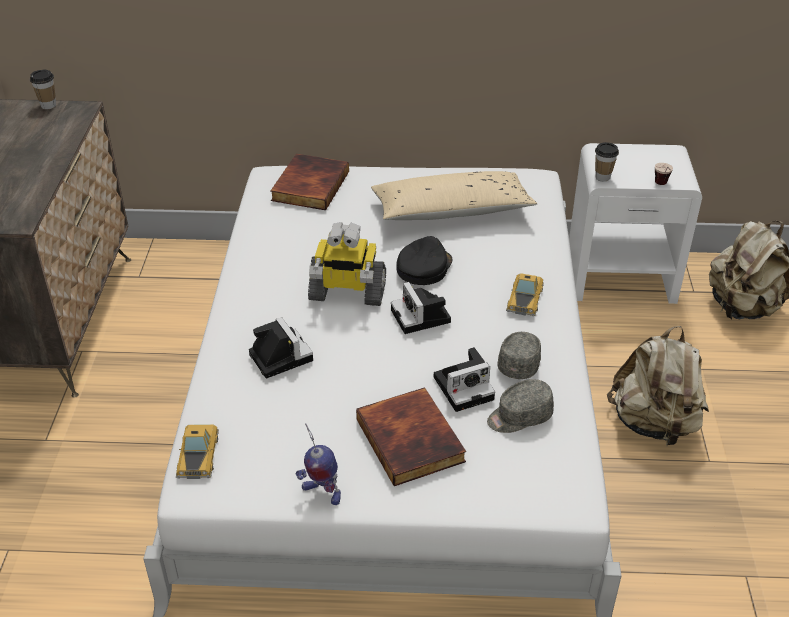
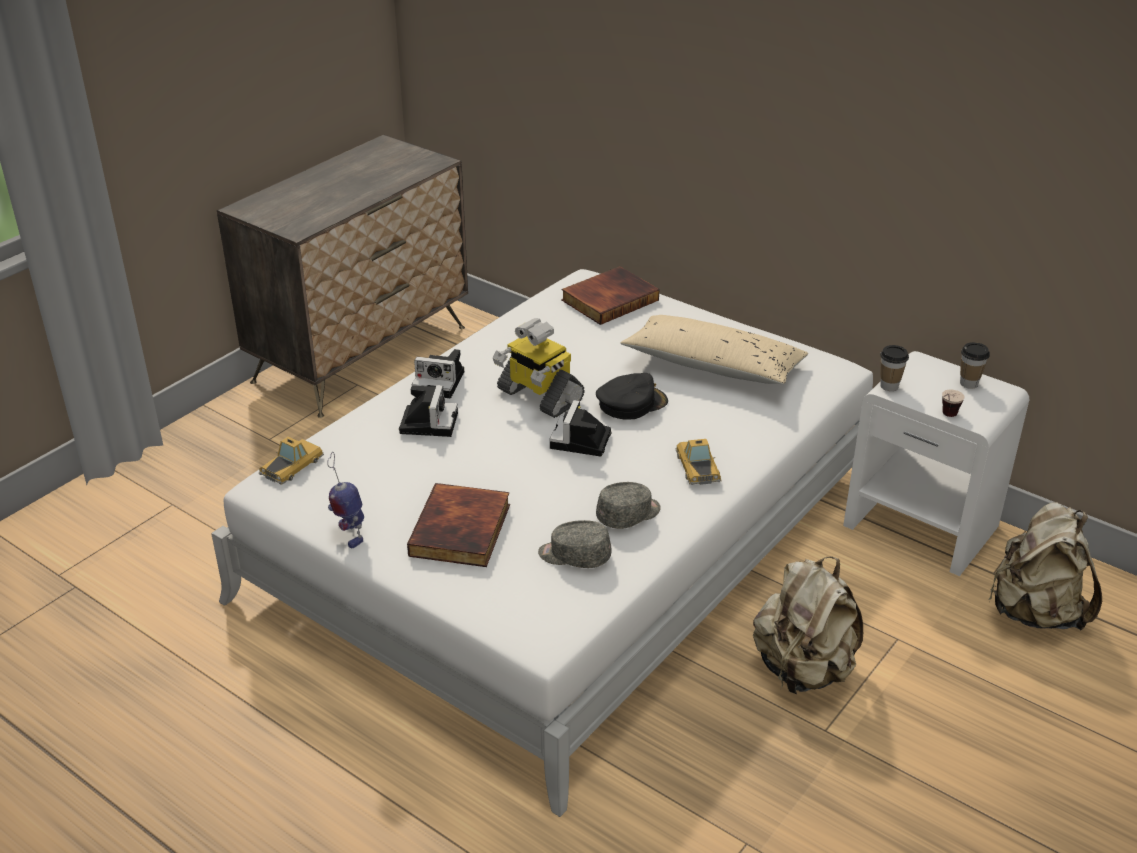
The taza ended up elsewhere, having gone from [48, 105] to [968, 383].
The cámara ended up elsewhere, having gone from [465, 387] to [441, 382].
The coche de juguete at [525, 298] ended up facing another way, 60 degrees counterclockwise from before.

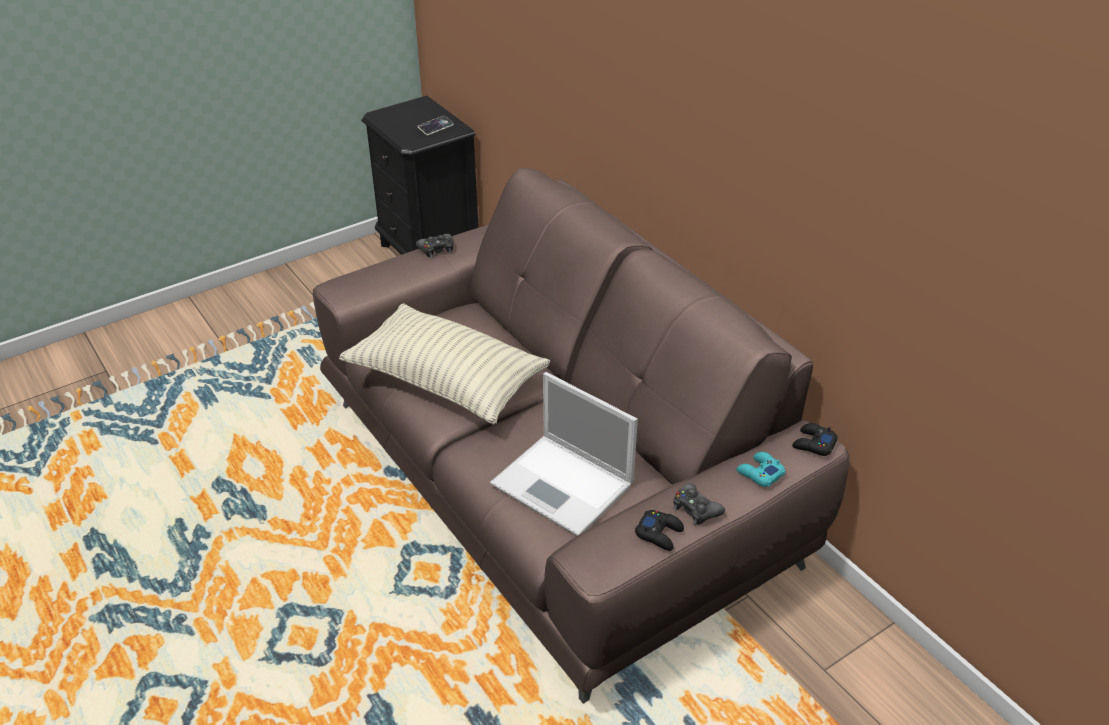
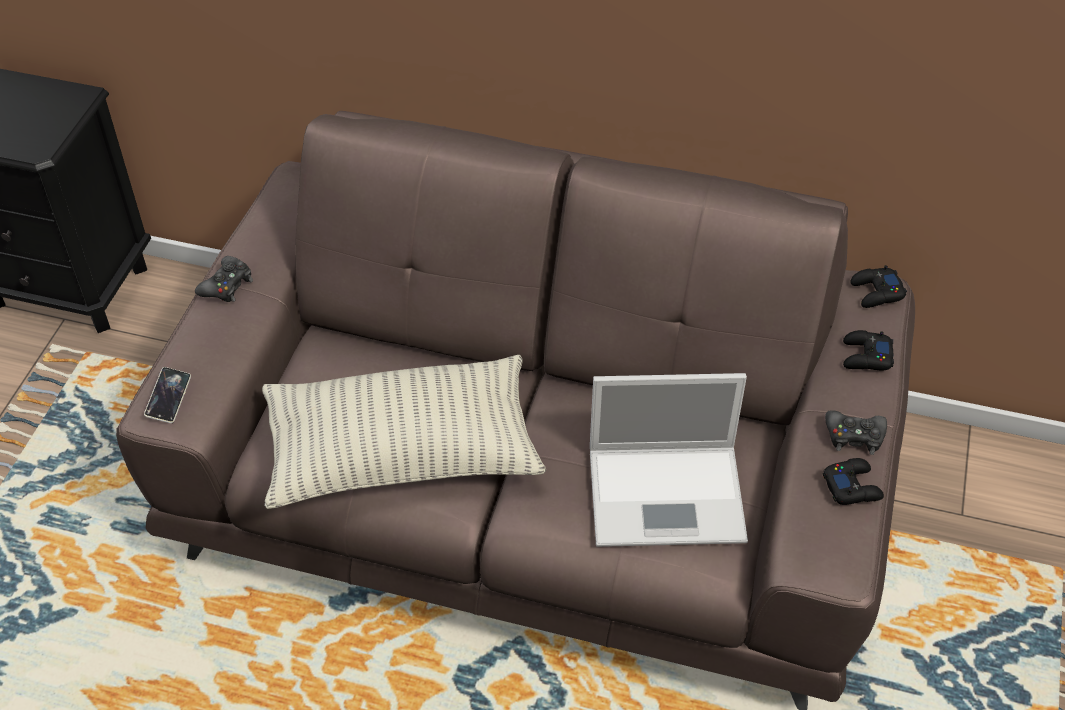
The móvil ended up elsewhere, having gone from [435, 127] to [168, 398].
What was the mando de consola (turquesa) at [760, 473] turned into the mando de consola (negro) at [866, 356].

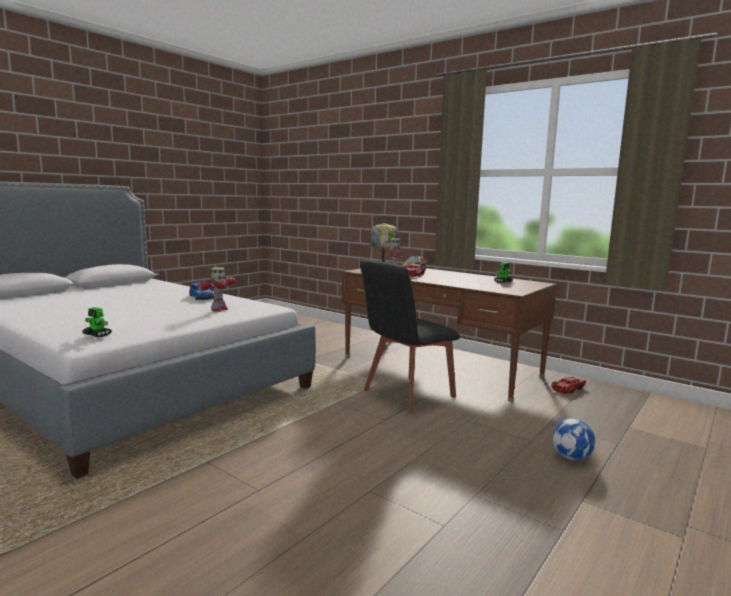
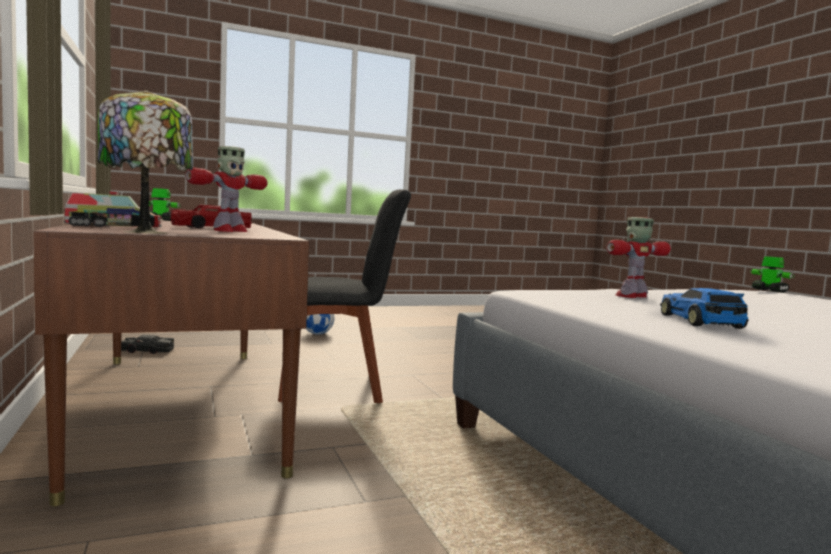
What was the coche de juguete (rojo) at [569, 389] turned into the coche de juguete (negro) at [146, 351].

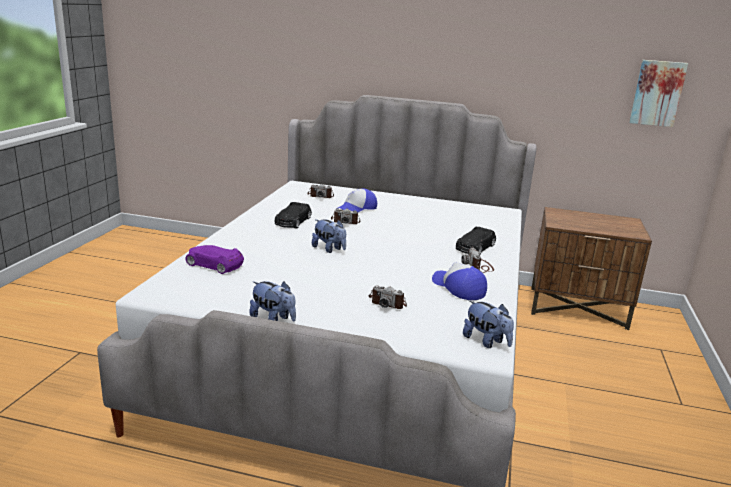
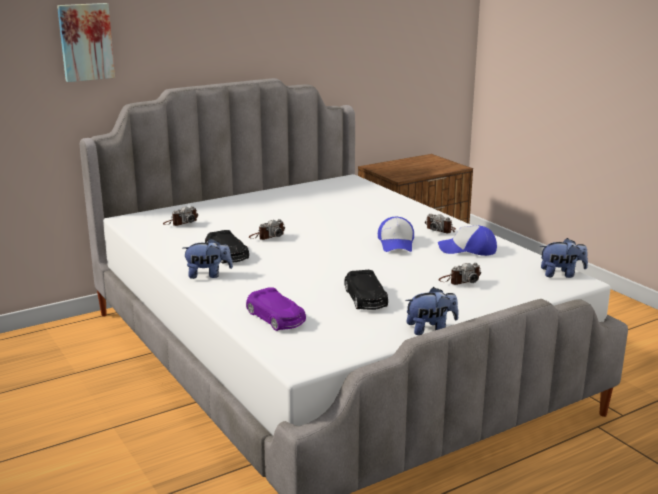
The coche de juguete (morado) at [214, 265] ended up facing another way, 105 degrees counterclockwise from before.
The peluche ended up elsewhere, having gone from [329, 249] to [208, 275].
The gorra ended up elsewhere, having gone from [357, 208] to [396, 243].
The coche de juguete (negro) ended up elsewhere, having gone from [475, 248] to [365, 298].
The cuadro ended up elsewhere, having gone from [657, 93] to [85, 42].

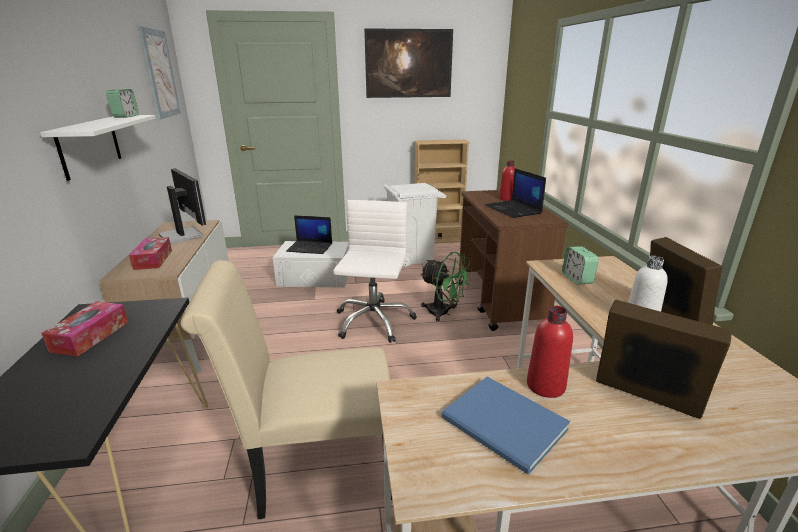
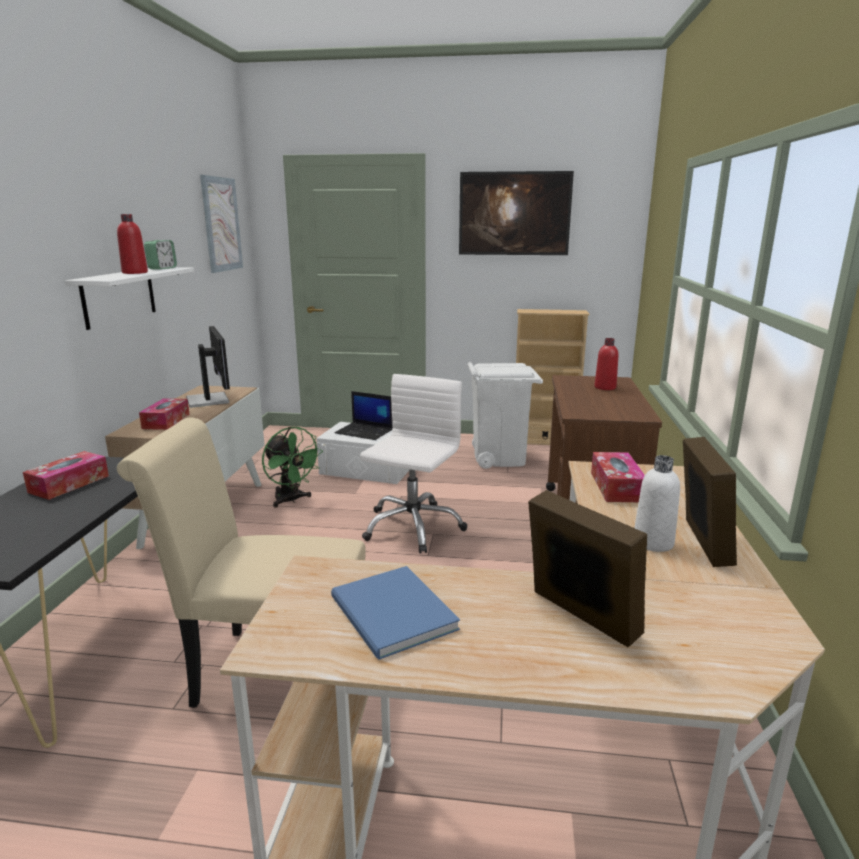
The ventilador (verde) ended up elsewhere, having gone from [443, 313] to [291, 500].
The second view lost the portátil at [513, 209].
The botella (rojo) ended up elsewhere, having gone from [545, 386] to [135, 273].
Where the despertador stood at [577, 279], the caja de pañuelos came to stand at [616, 487].

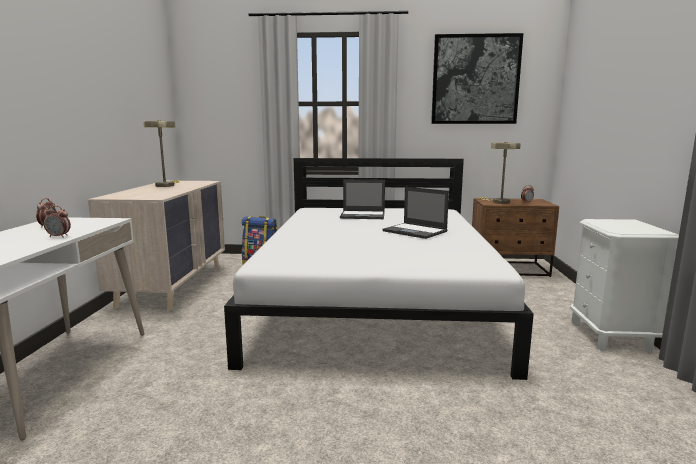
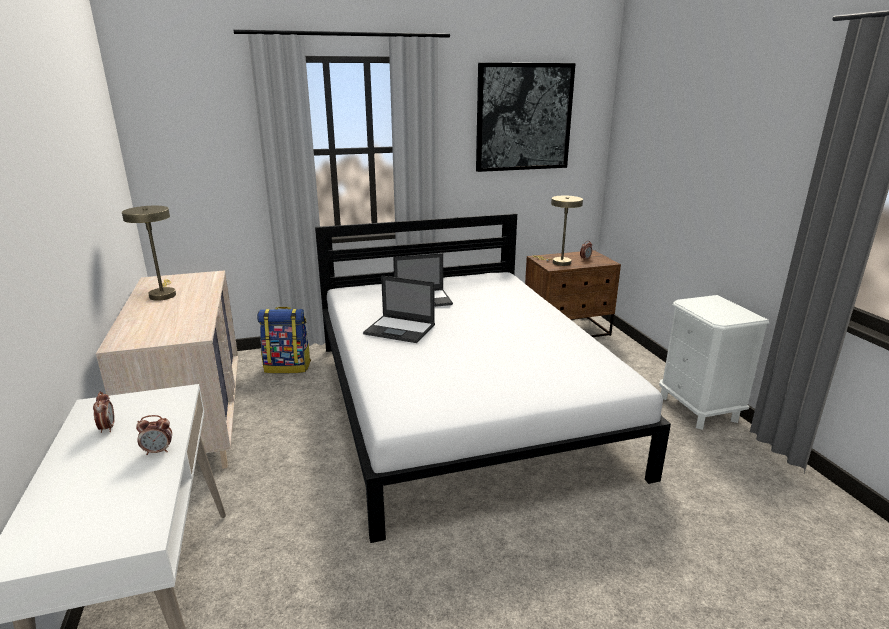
The portátil ended up elsewhere, having gone from [415, 231] to [400, 329].

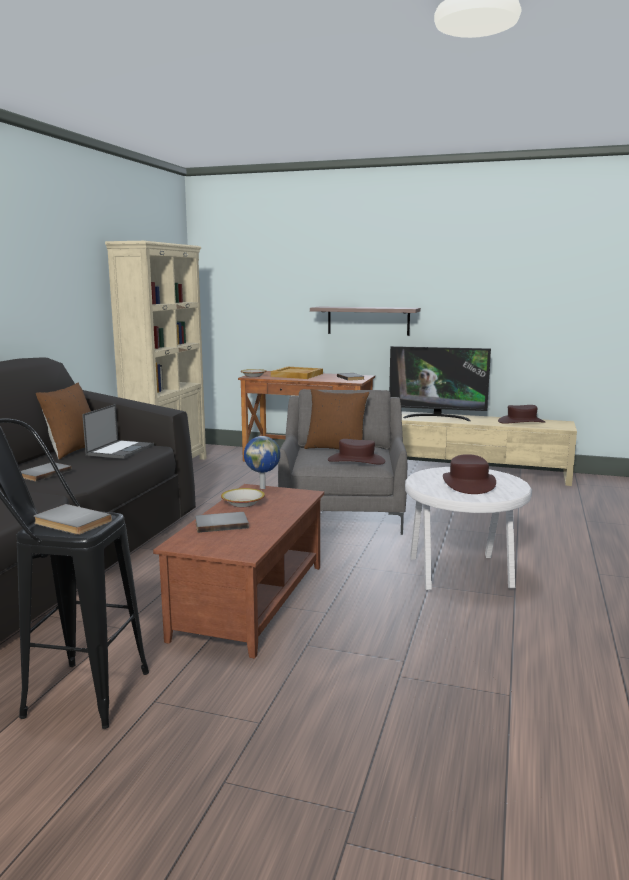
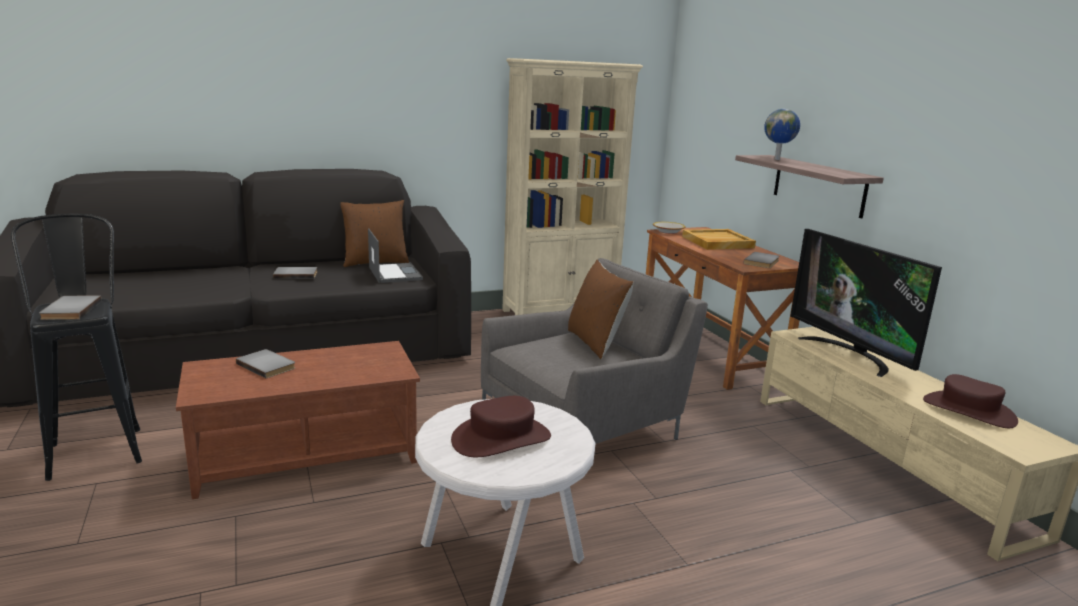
The portátil at [120, 450] ended up facing another way, 90 degrees counterclockwise from before.
The second view lost the cuenco at [243, 503].
The globo terráqueo ended up elsewhere, having gone from [263, 487] to [777, 159].
The second view lost the sombrero (marrón) at [356, 460].

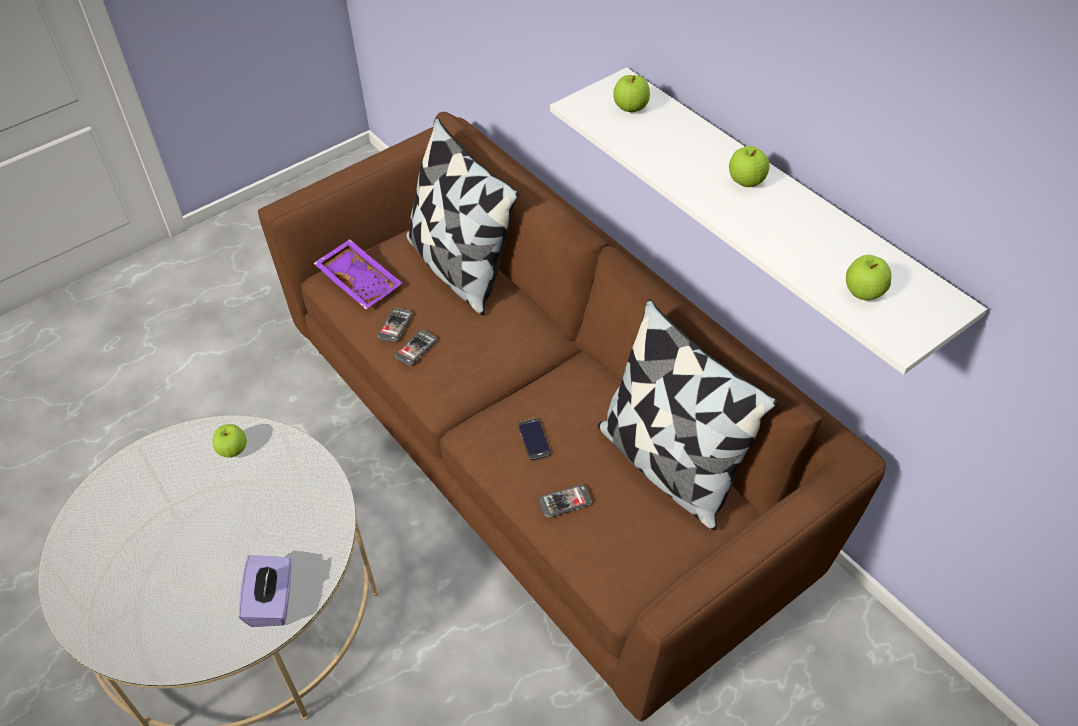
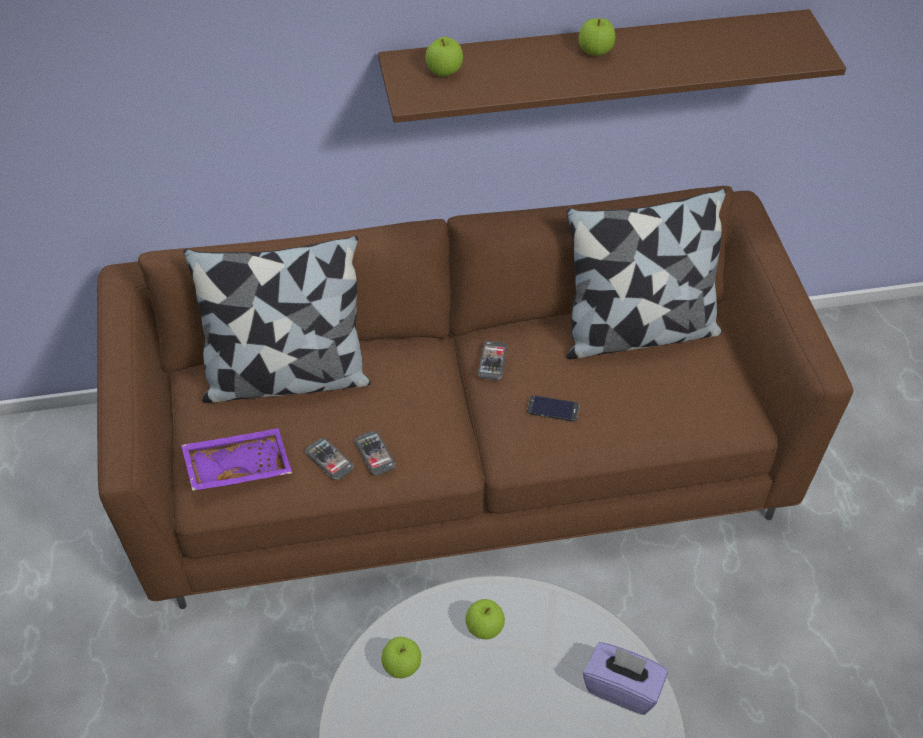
The móvil ended up elsewhere, having gone from [565, 502] to [492, 362].
What was the estante (blanco) at [778, 208] turned into the estante (marrón) at [594, 64].
The manzana ended up elsewhere, having gone from [864, 293] to [484, 629].

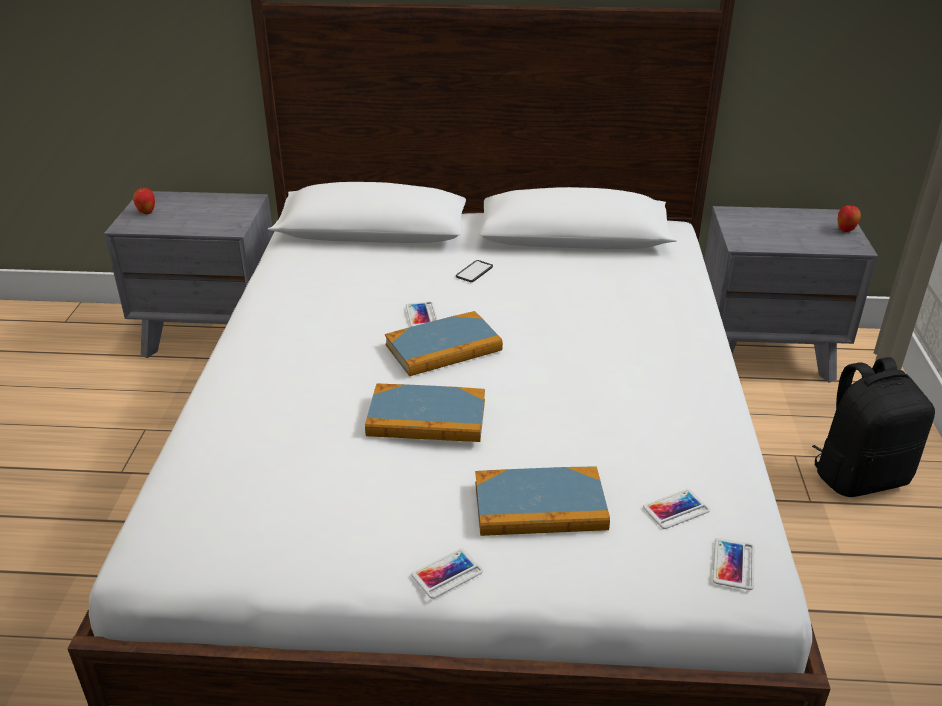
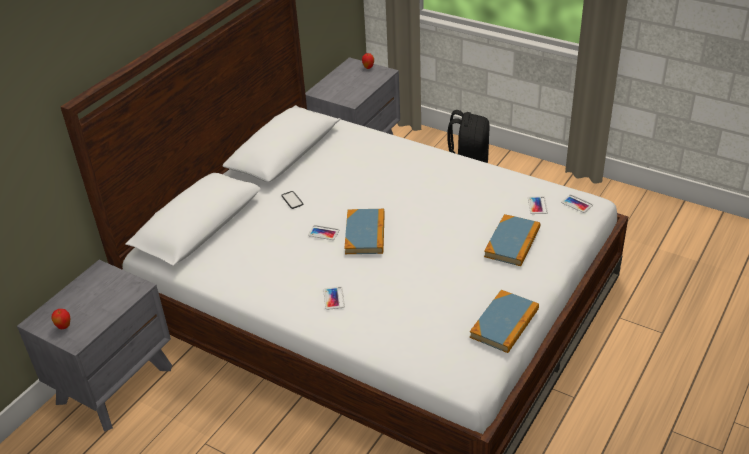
The libro ended up elsewhere, having gone from [426, 418] to [504, 323].
The móvil ended up elsewhere, having gone from [447, 573] to [334, 298].

